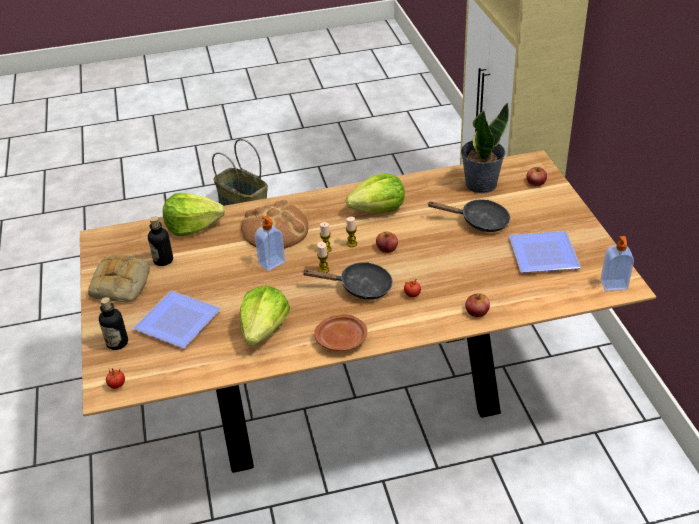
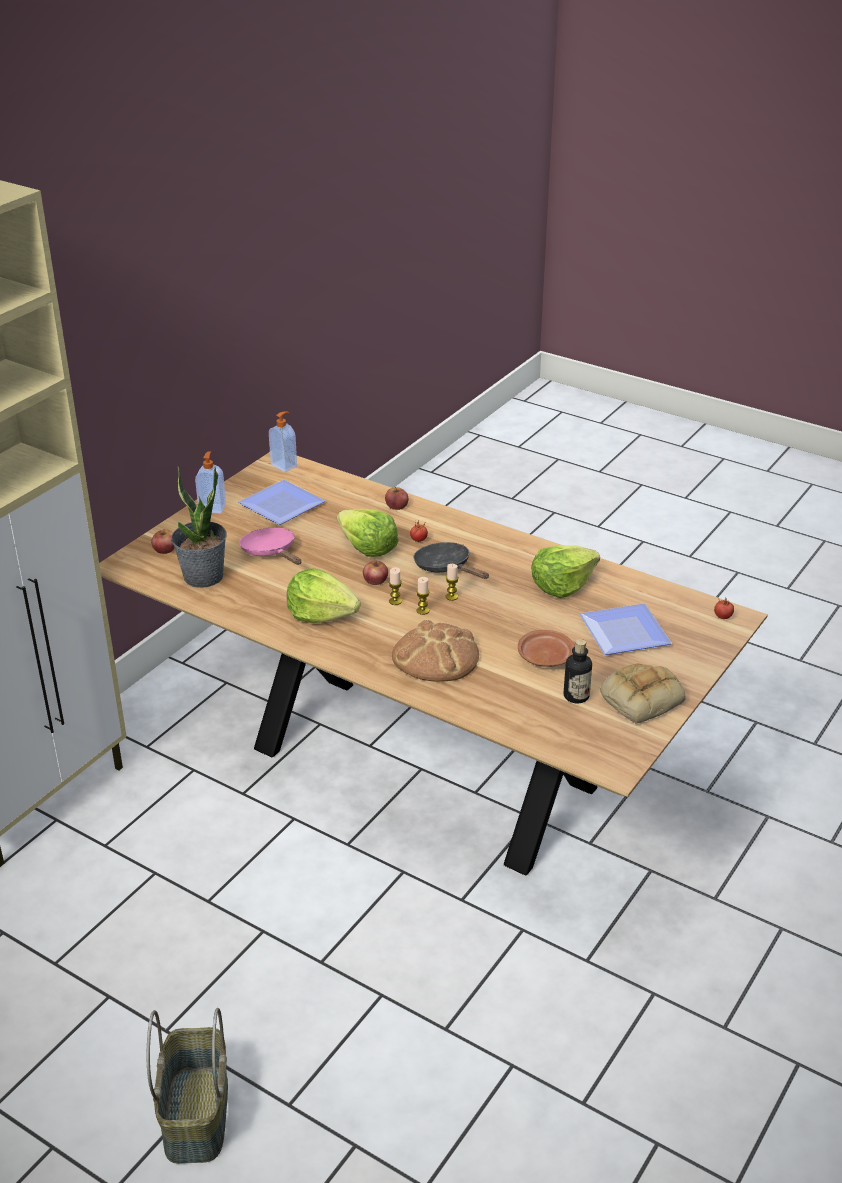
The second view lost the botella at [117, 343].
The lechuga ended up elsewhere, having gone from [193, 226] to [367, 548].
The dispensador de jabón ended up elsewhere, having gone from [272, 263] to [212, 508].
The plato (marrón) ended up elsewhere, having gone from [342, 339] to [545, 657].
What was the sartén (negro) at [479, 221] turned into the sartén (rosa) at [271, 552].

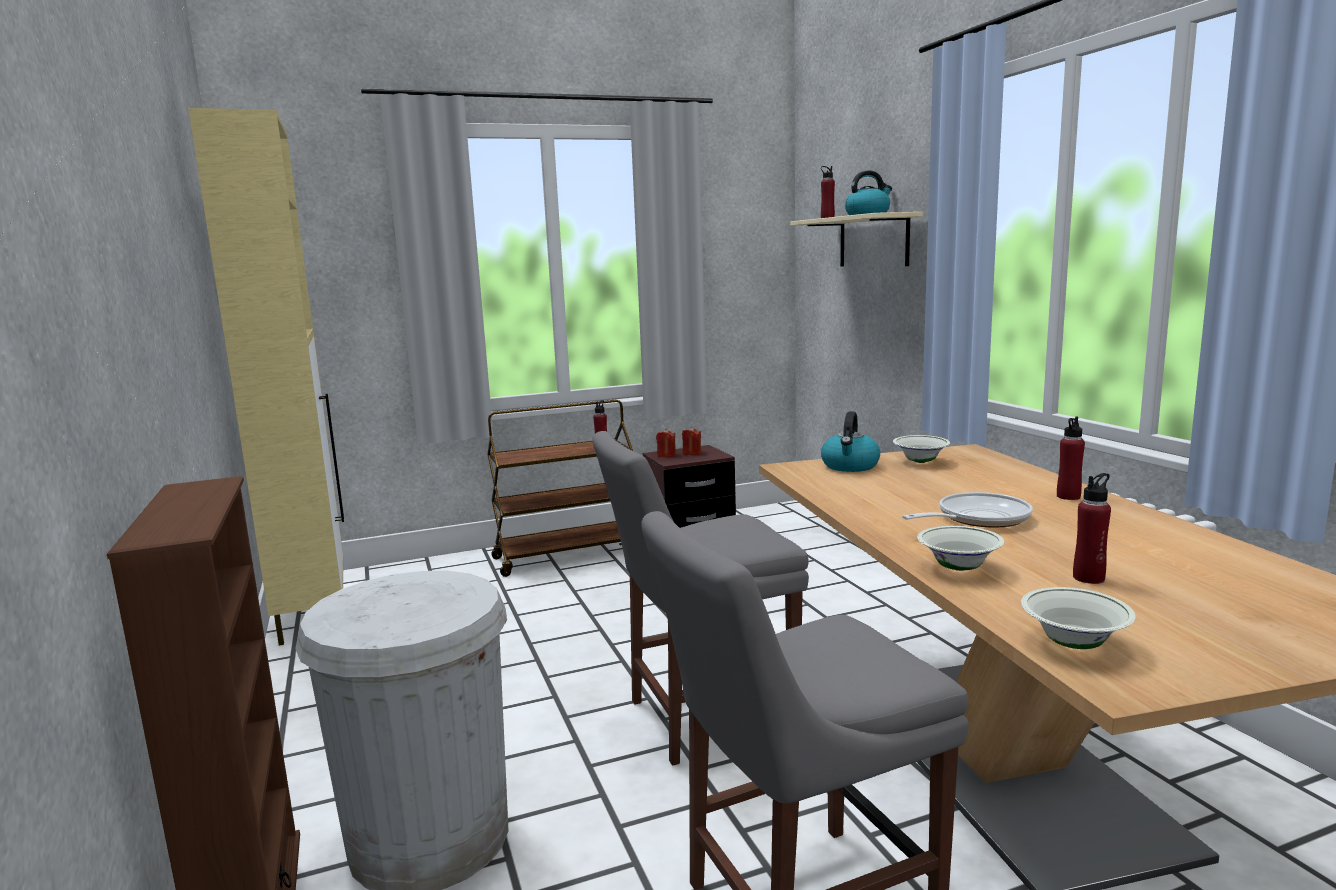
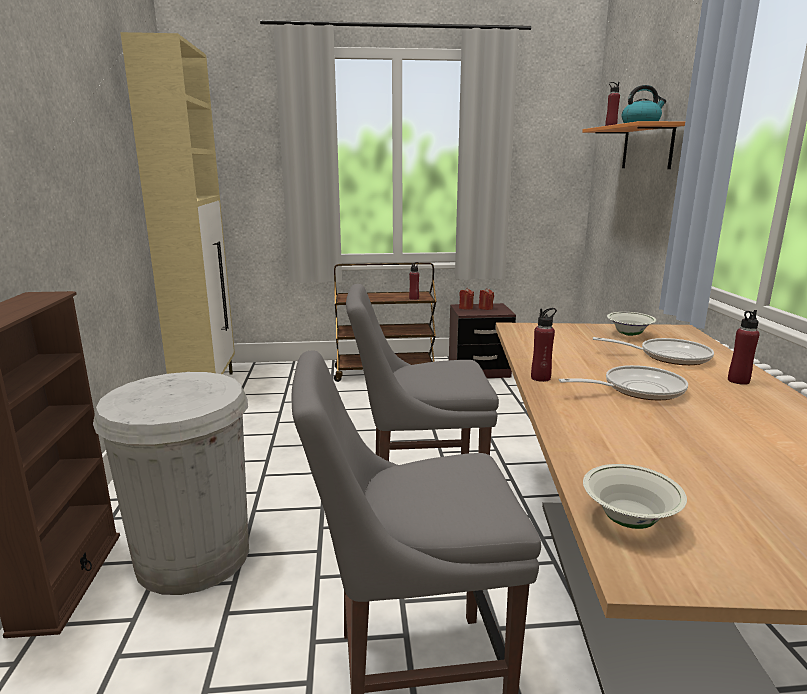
What was the estante (beis) at [873, 241] turned into the estante (naranja) at [647, 147].
The second view lost the hervidor at [850, 466].
The second view lost the cuenco (blanco) at [959, 568].
The botella (rojo) ended up elsewhere, having gone from [1088, 578] to [540, 378].
The second view gained the sartén at [668, 356].

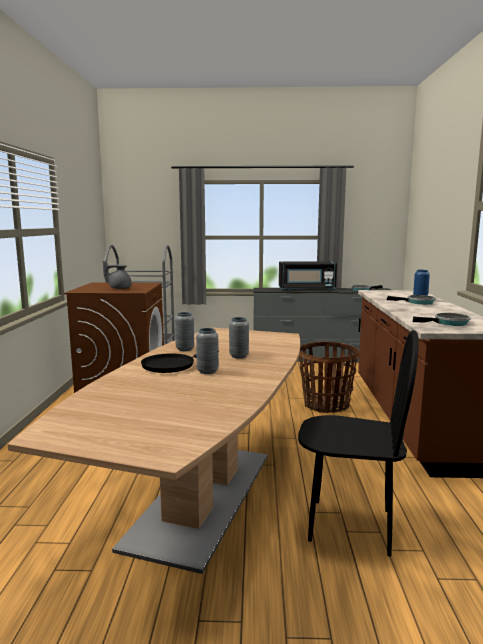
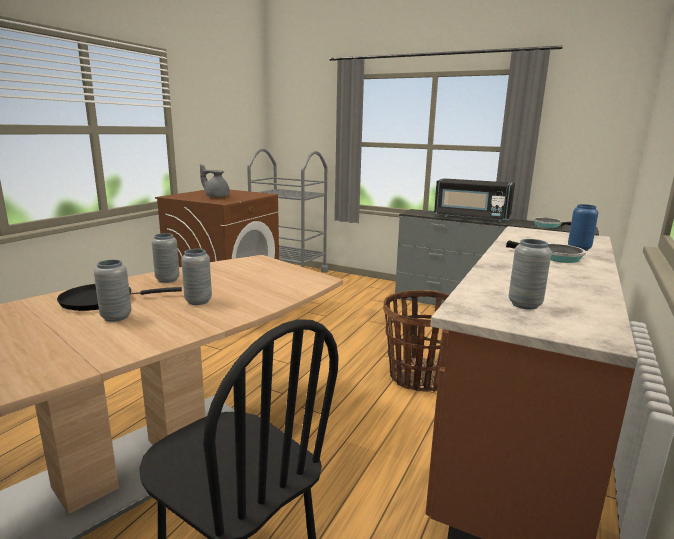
Where the sartén stood at [448, 323], the florero (gris) came to stand at [524, 305].

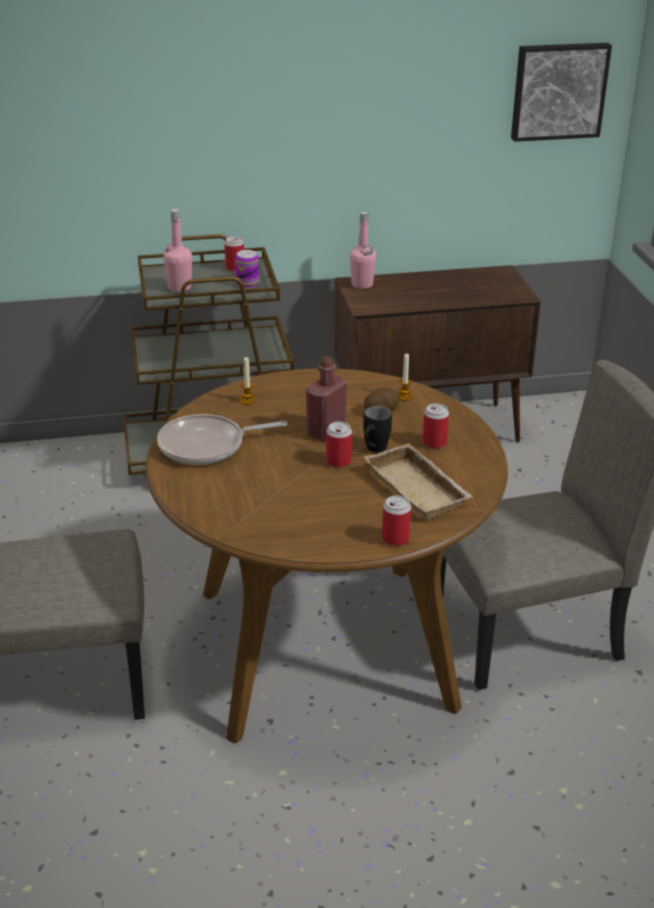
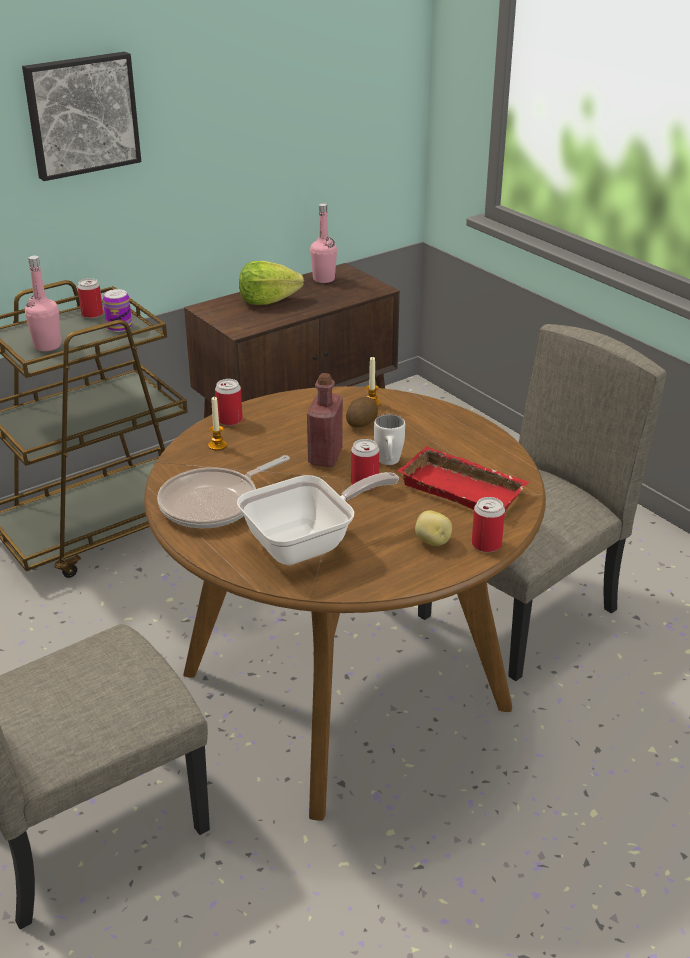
The botella (rosa) ended up elsewhere, having gone from [362, 285] to [323, 279].
What was the taza grande (negro) at [373, 450] turned into the taza grande (blanco) at [388, 463].
What was the bandeja (beis) at [419, 488] turned into the bandeja (rojo) at [465, 488].
The lata ended up elsewhere, having gone from [434, 443] to [230, 420].
The cuadro ended up elsewhere, having gone from [558, 91] to [81, 114].
The second view gained the sartén at [308, 544].
The second view gained the lechuga at [268, 301].
The second view gained the patata at [432, 541].

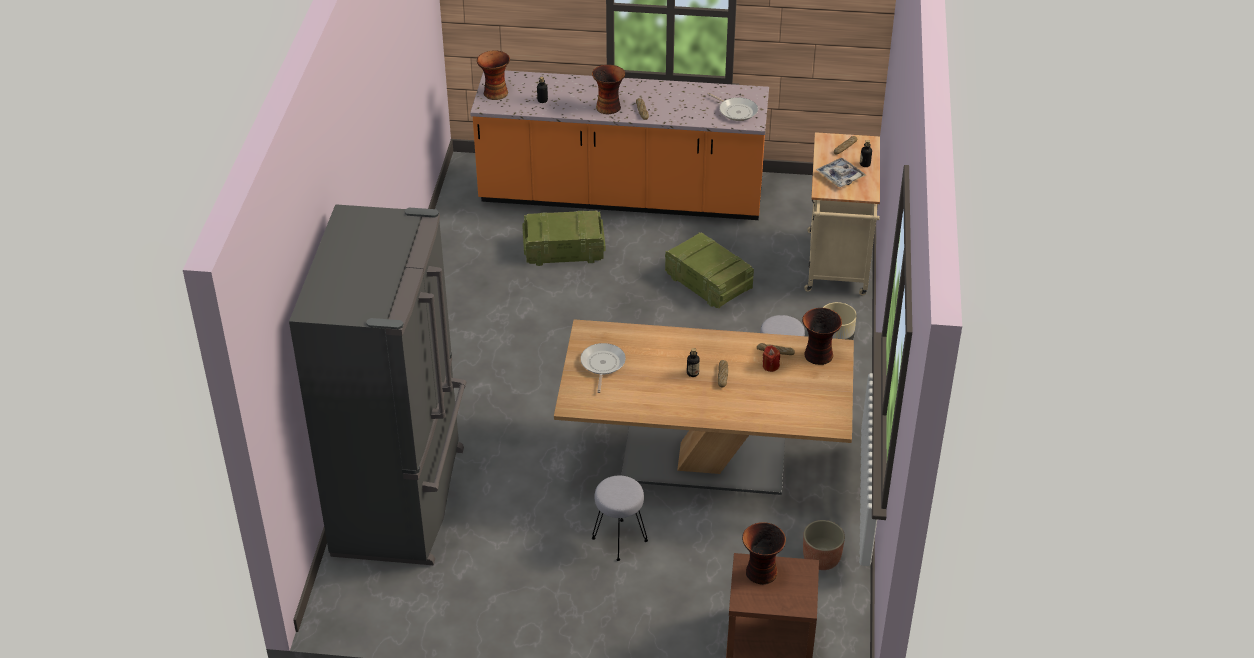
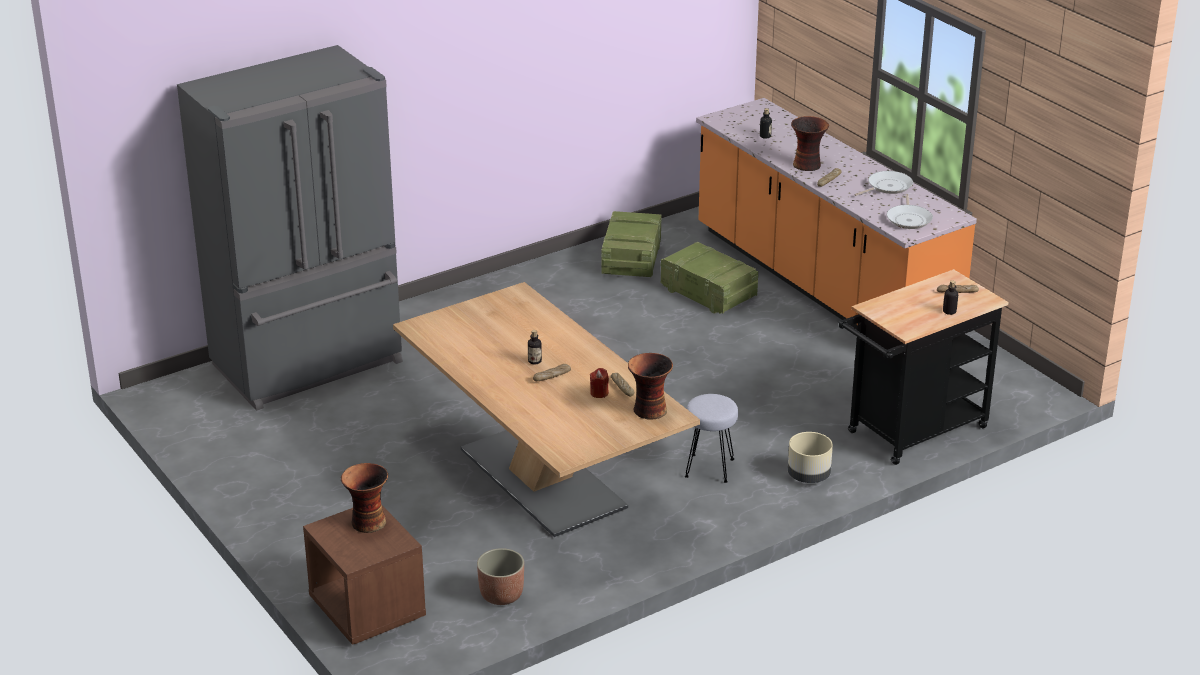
The second view lost the florero at [494, 93].
The sartén ended up elsewhere, having gone from [602, 365] to [887, 187].
The second view lost the taburete (gris) at [619, 540].
The caja de embalaje ended up elsewhere, having gone from [709, 283] to [631, 260].
What was the carrito (beis) at [837, 268] turned into the carrito (negro) at [911, 433].
The second view lost the bandeja at [840, 176].

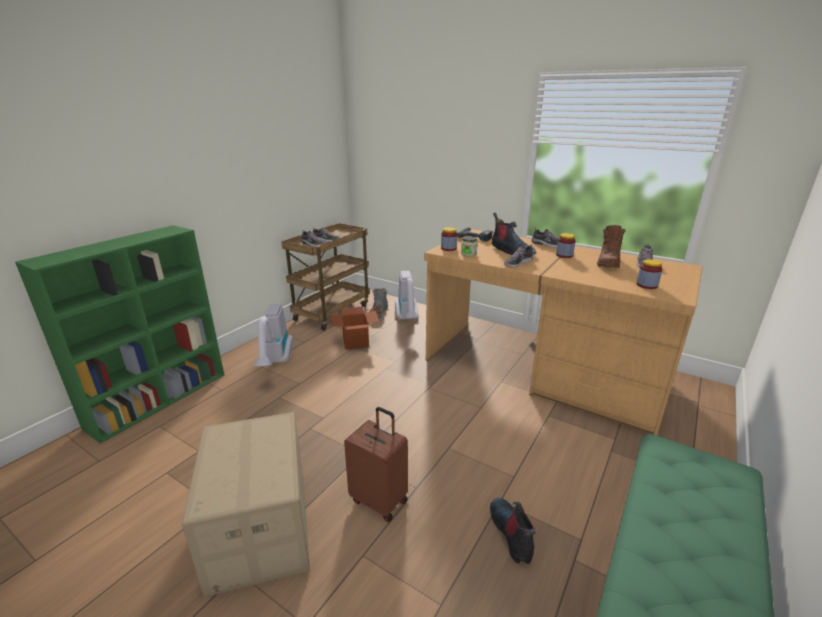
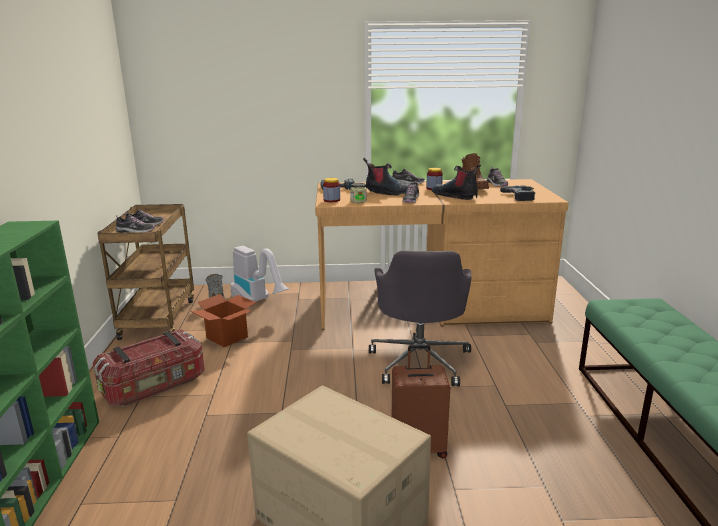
Where the aspiradora stood at [276, 362], the caja de almacenaje came to stand at [154, 386].
The bota ended up elsewhere, having gone from [512, 534] to [455, 196].
Where the tarro stood at [646, 285], the taladro came to stand at [521, 196].
The second view gained the silla de oficina (gris) at [420, 360].

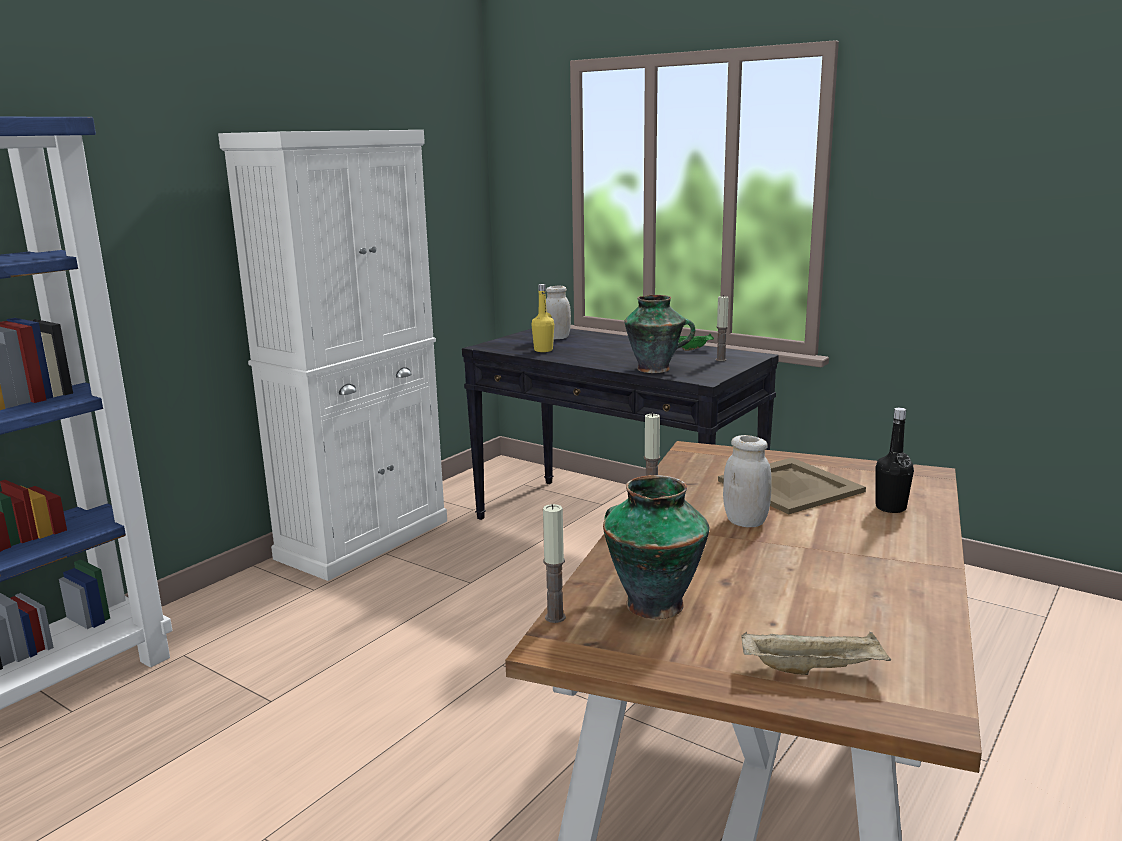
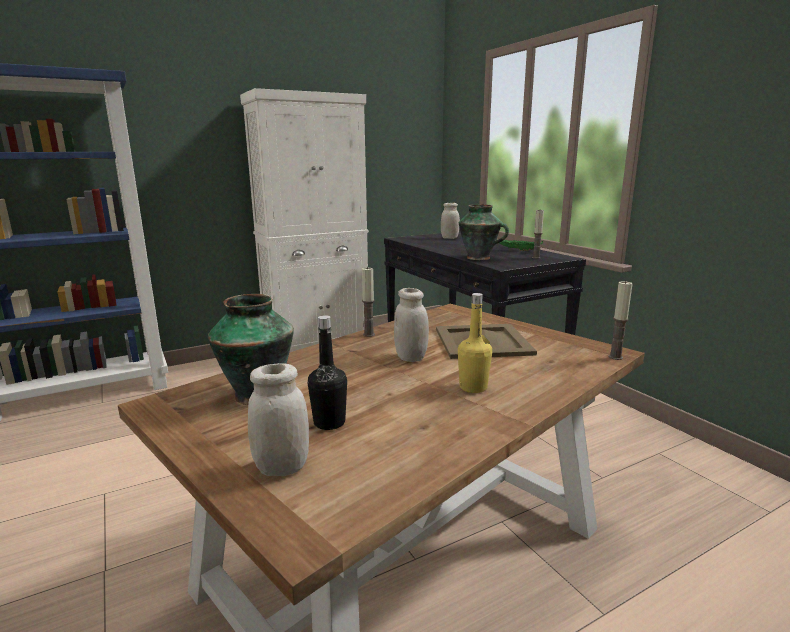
The botella (amarillo) ended up elsewhere, having gone from [543, 350] to [473, 387].
The vela ended up elsewhere, having gone from [555, 617] to [615, 357].
Where the bandeja (beis) stood at [814, 669], the tarro (blanco) came to stand at [282, 467].
The botella (negro) ended up elsewhere, having gone from [890, 508] to [329, 423].

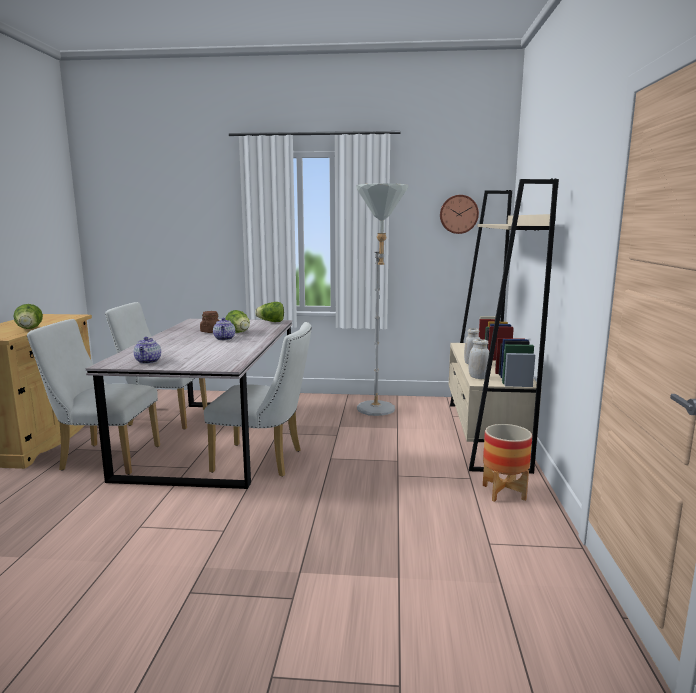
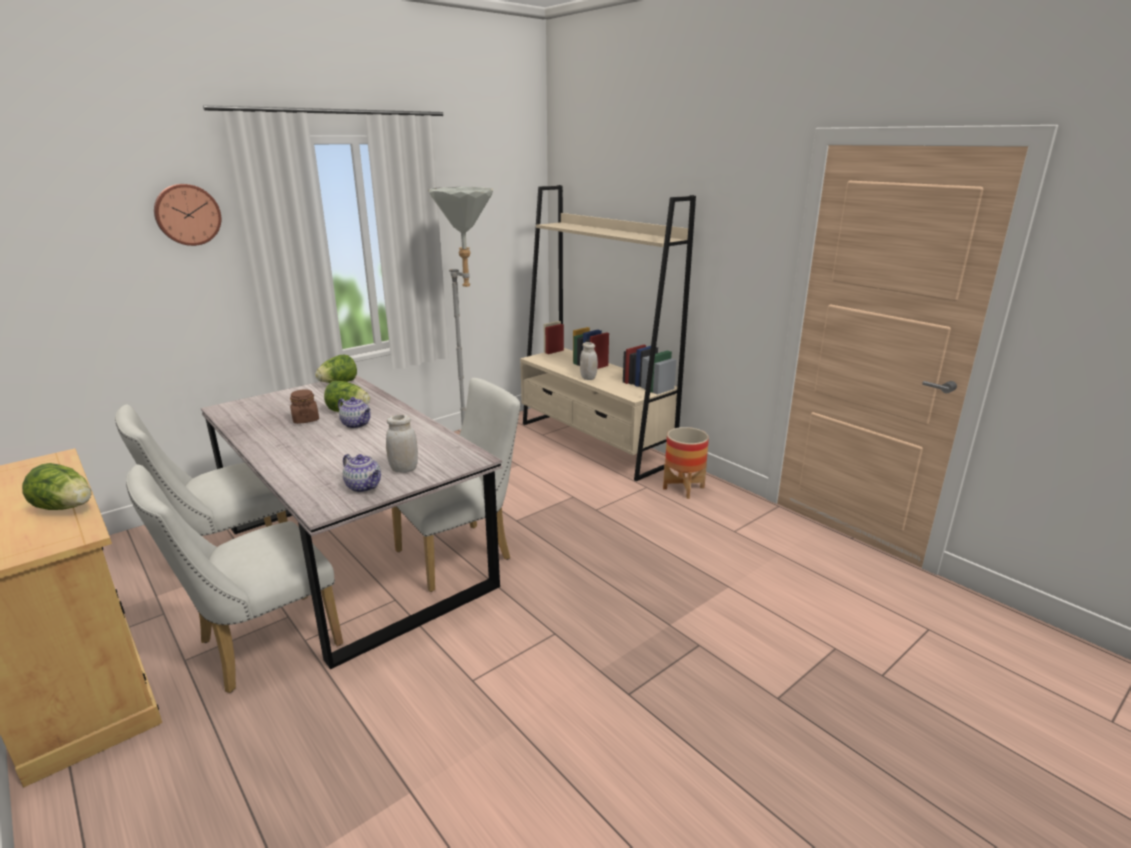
The reloj de pared ended up elsewhere, having gone from [458, 214] to [187, 214].
The tarro (blanco) ended up elsewhere, having gone from [478, 377] to [404, 469].

